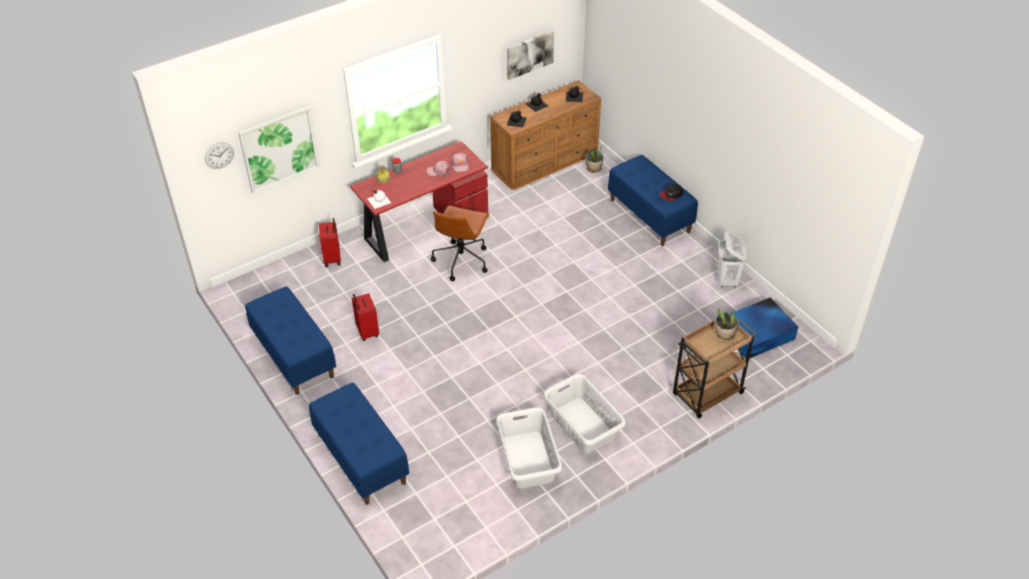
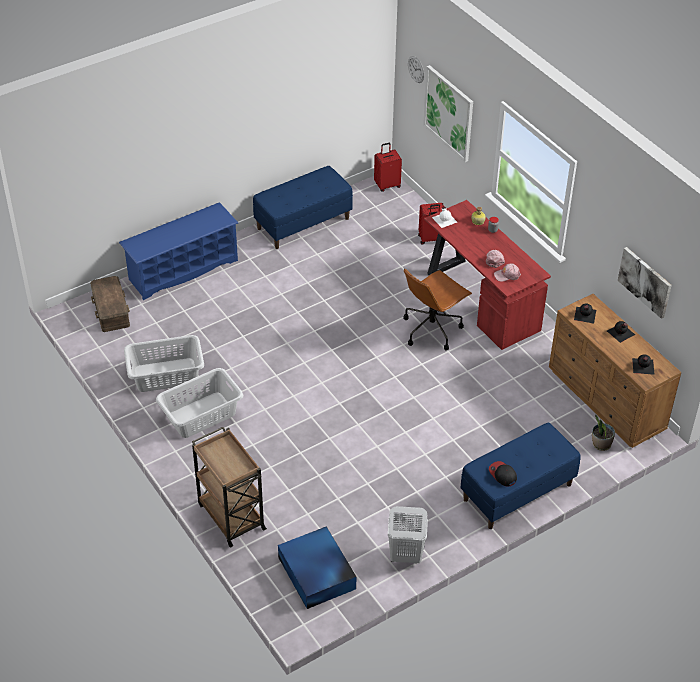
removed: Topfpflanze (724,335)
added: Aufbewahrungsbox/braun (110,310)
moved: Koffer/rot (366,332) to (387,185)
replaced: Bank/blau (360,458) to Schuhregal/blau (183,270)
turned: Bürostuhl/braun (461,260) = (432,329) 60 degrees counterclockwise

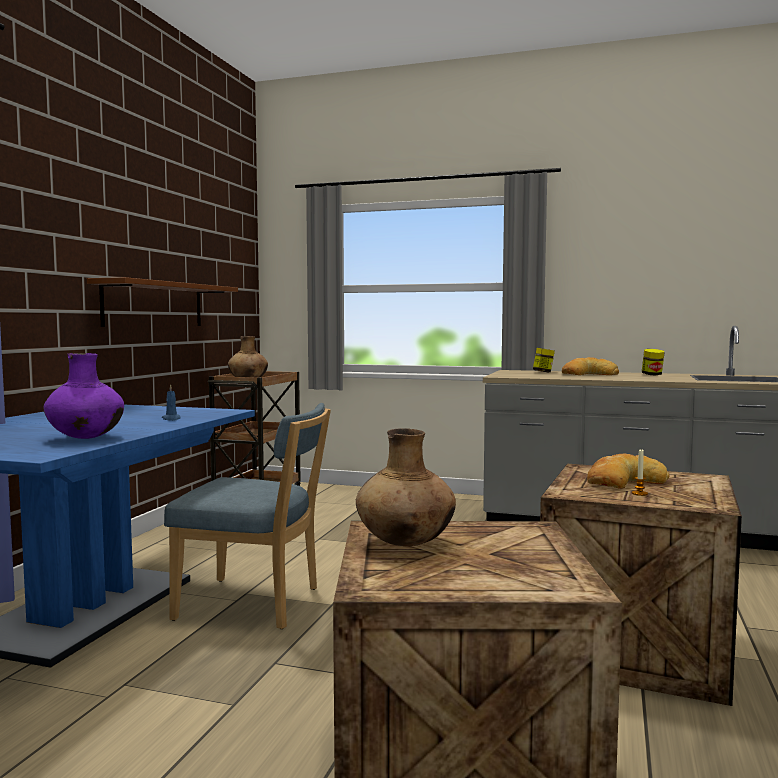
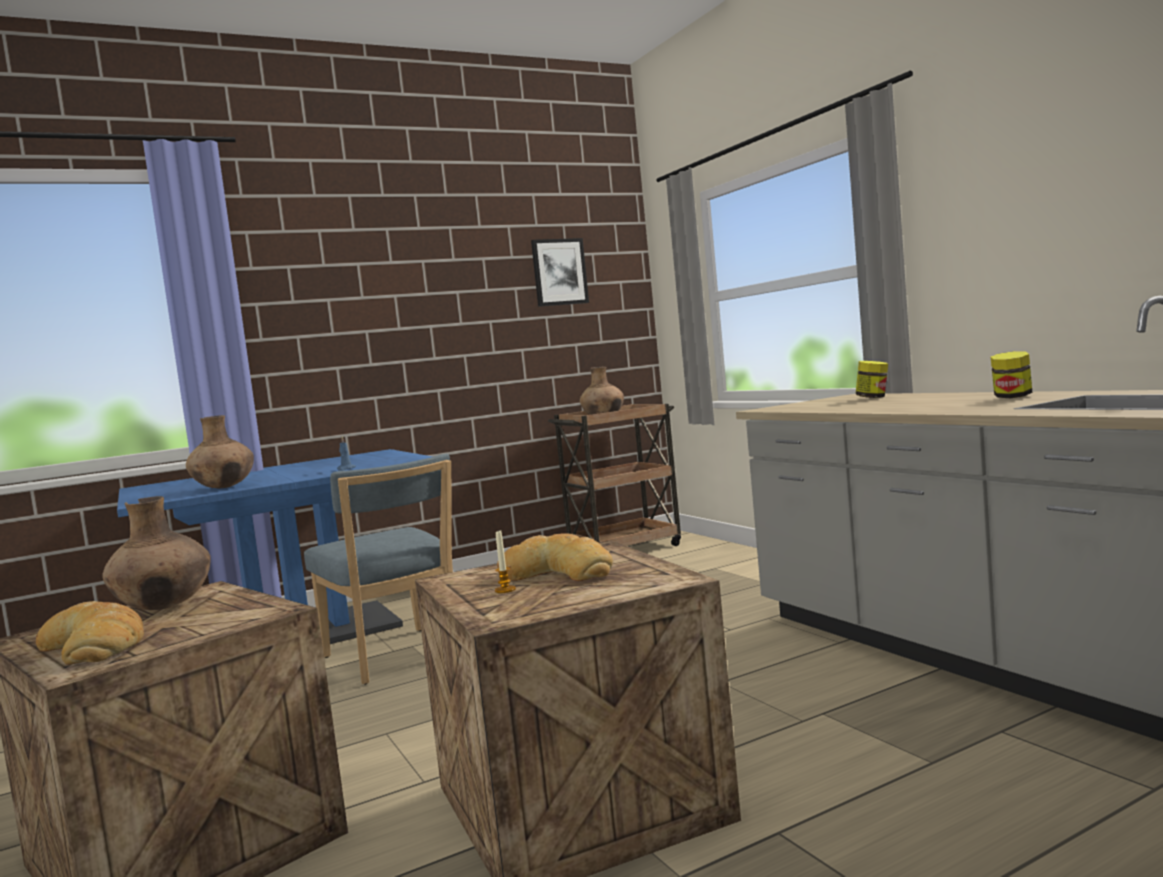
removed: Wandregal/braun (154,305)
added: Bild (559,272)
moved: Brot (588,374) to (95,646)
recoloured: Vase/lila (85,438) to Vase/braun (224,487)

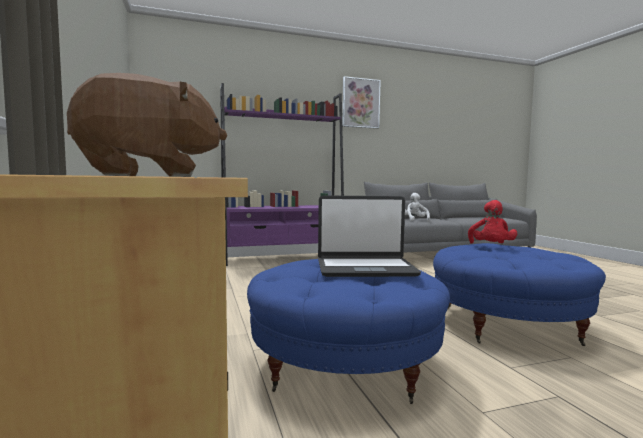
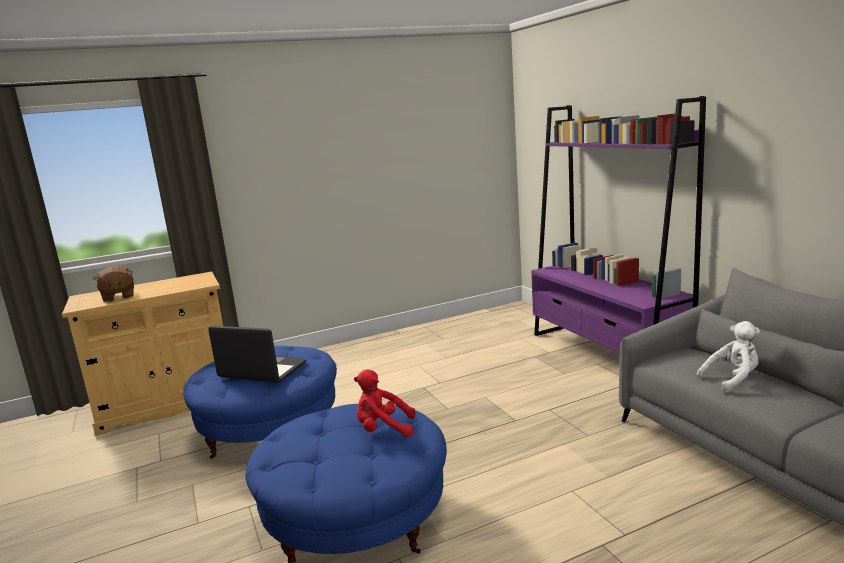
removed: Bild (360,103)
turned: Laptop (365,268) = (262,371) 120 degrees clockwise

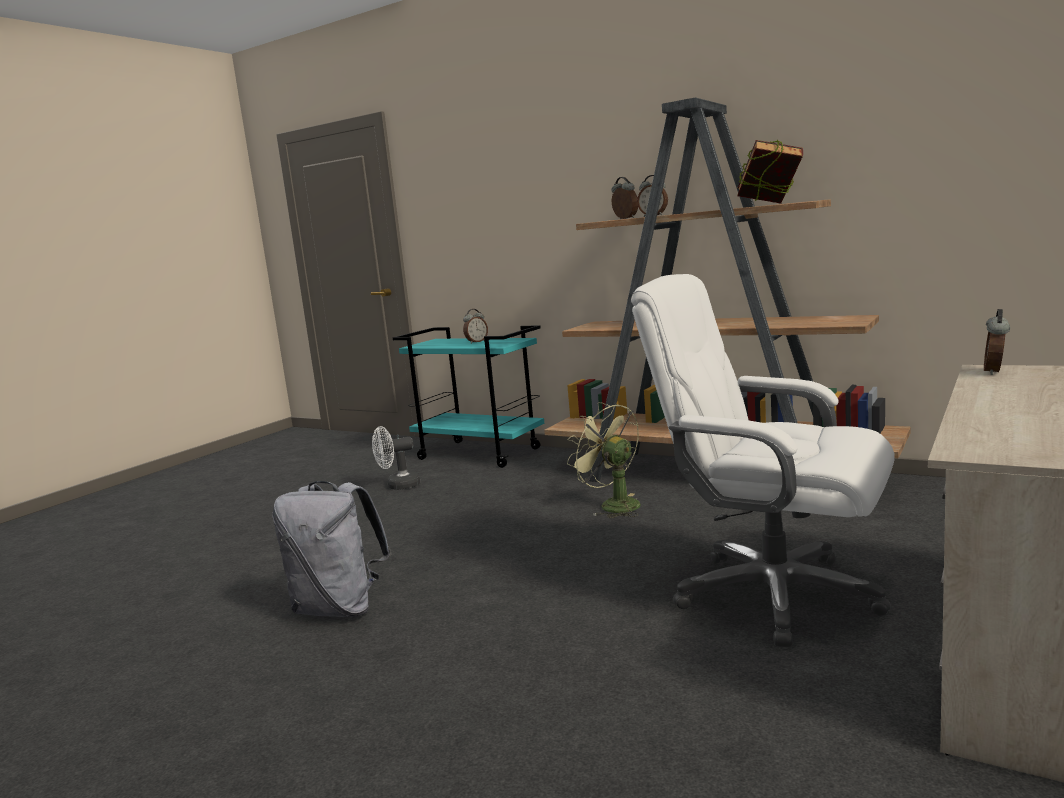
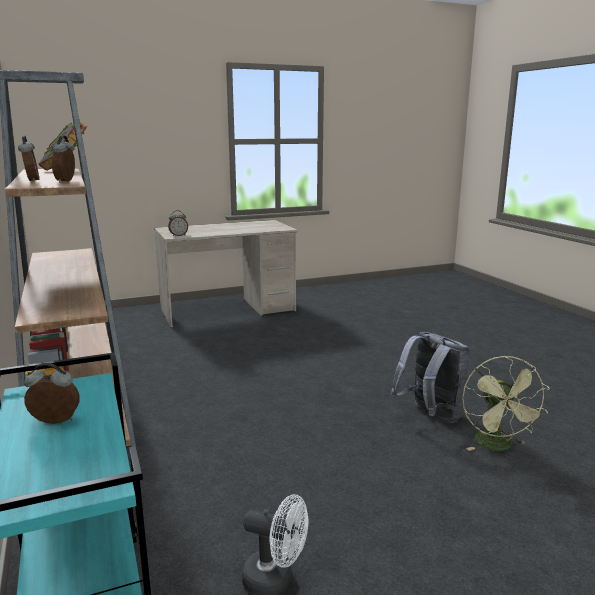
removed: Bürostuhl/weiß (773,595)
moved: Ventilator/grün (612,505) to (498,446)

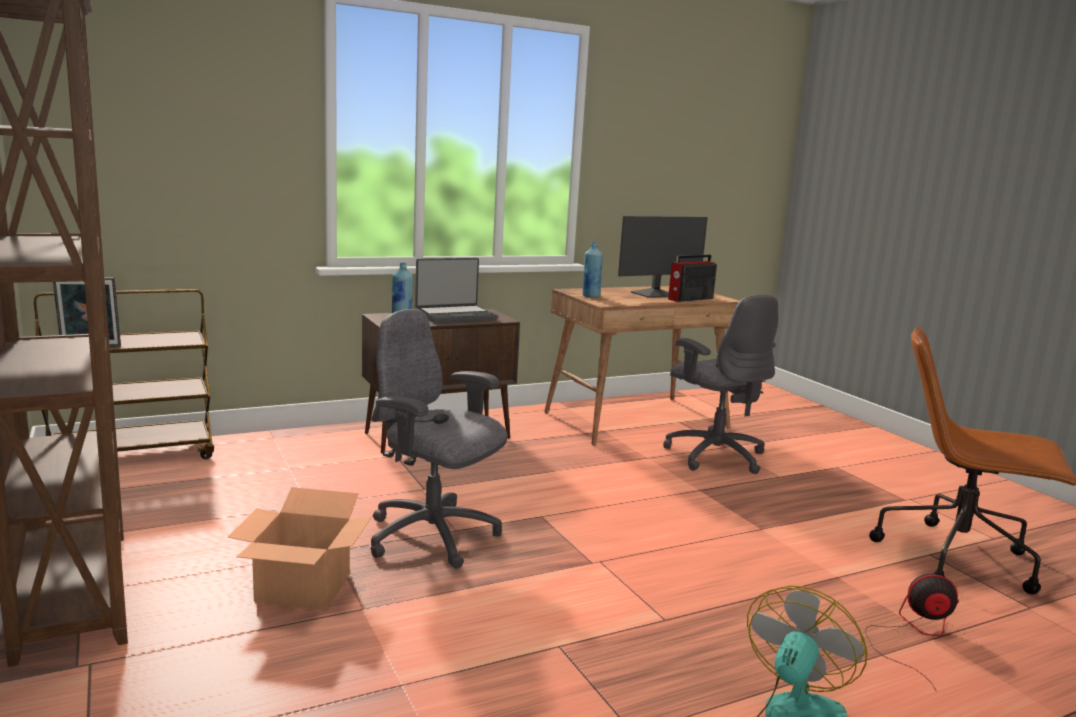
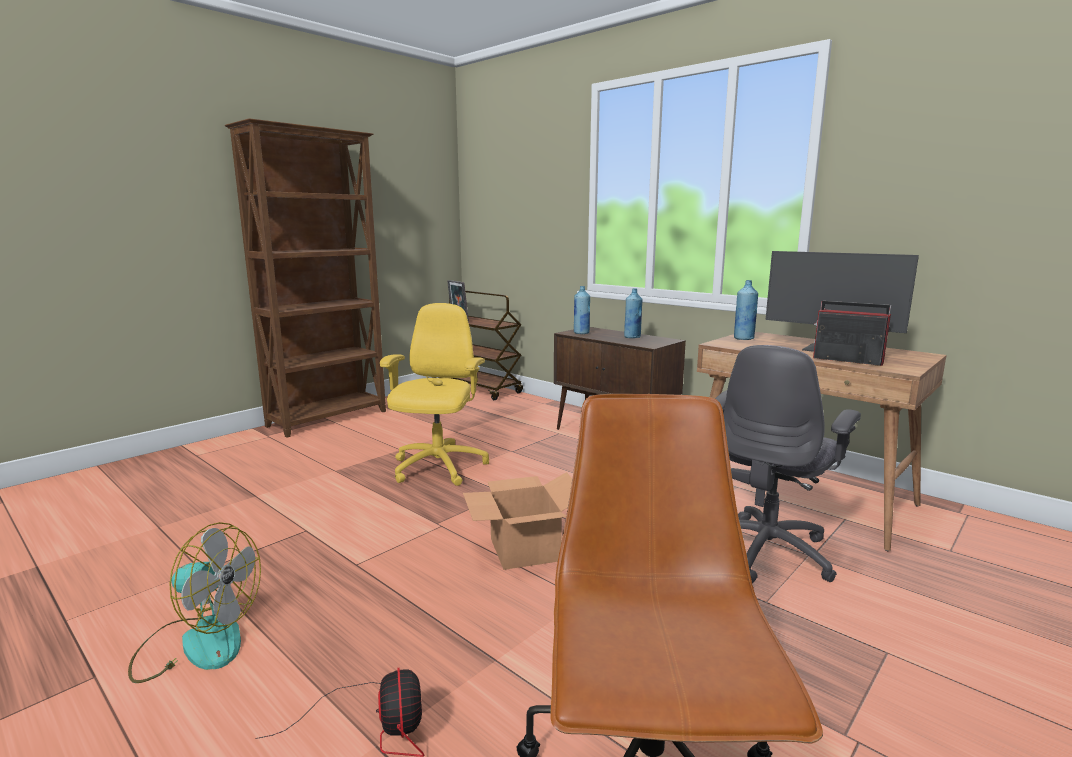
moved: Karton (305,588) to (525,550)
replaced: Laptop (455,315) to Flasche/blau (632,337)
recoloured: Bürostuhl/grau (433,537) to Bürostuhl/gelb (438,468)

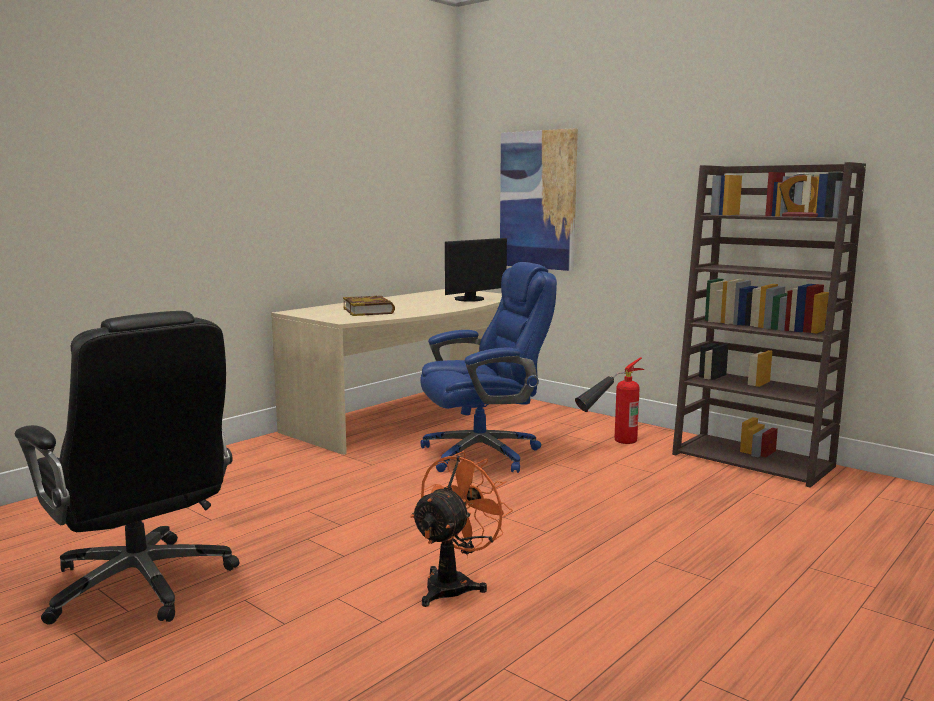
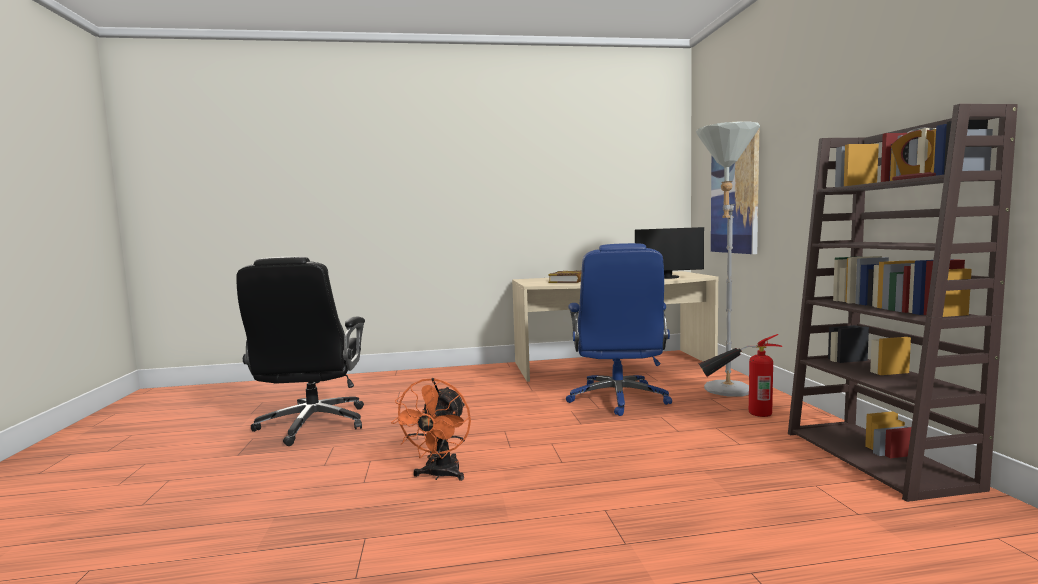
added: Stehlampe/grau (725,392)
turned: Bürostuhl/blau (483,454) = (618,399) 75 degrees clockwise; Ventilator/orange (455,584) = (440,475) 120 degrees clockwise

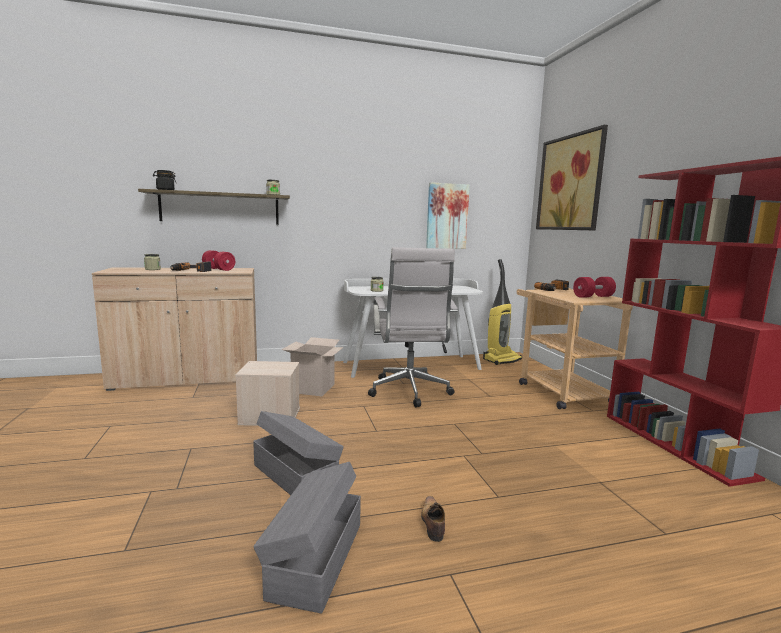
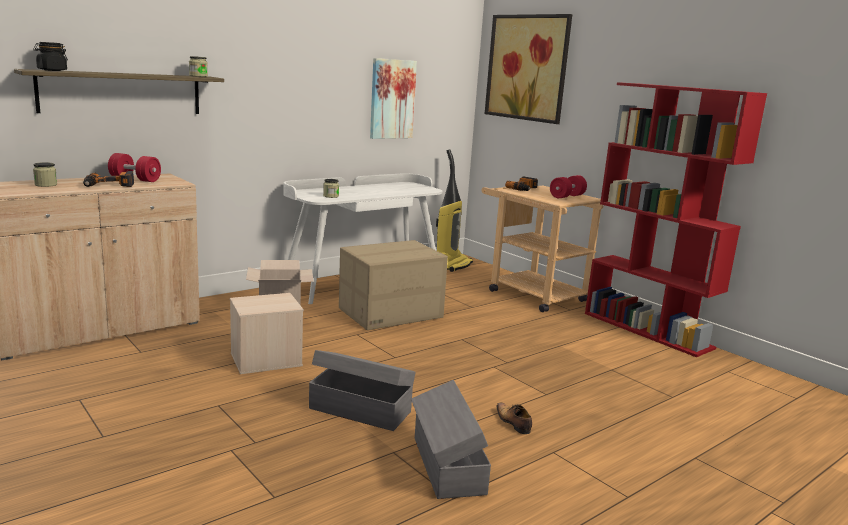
replaced: Bürostuhl/weiß (410,392) to Karton (390,313)

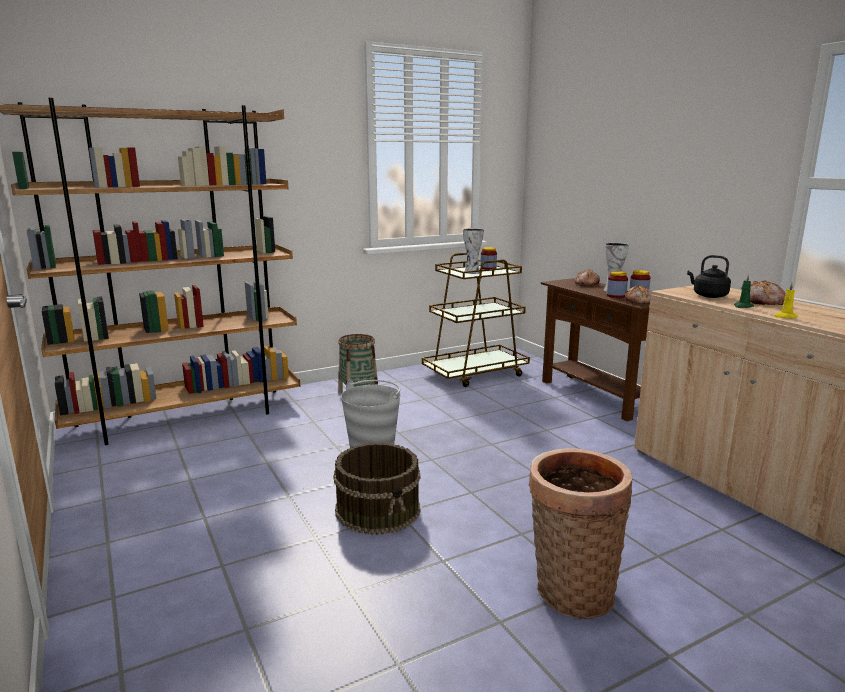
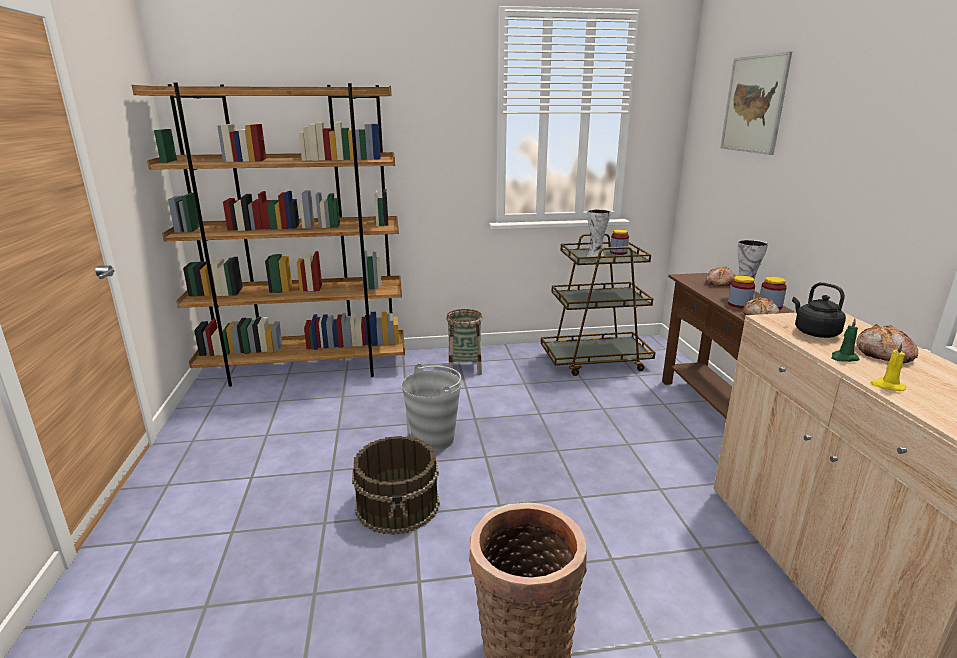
added: Bild (754,104)

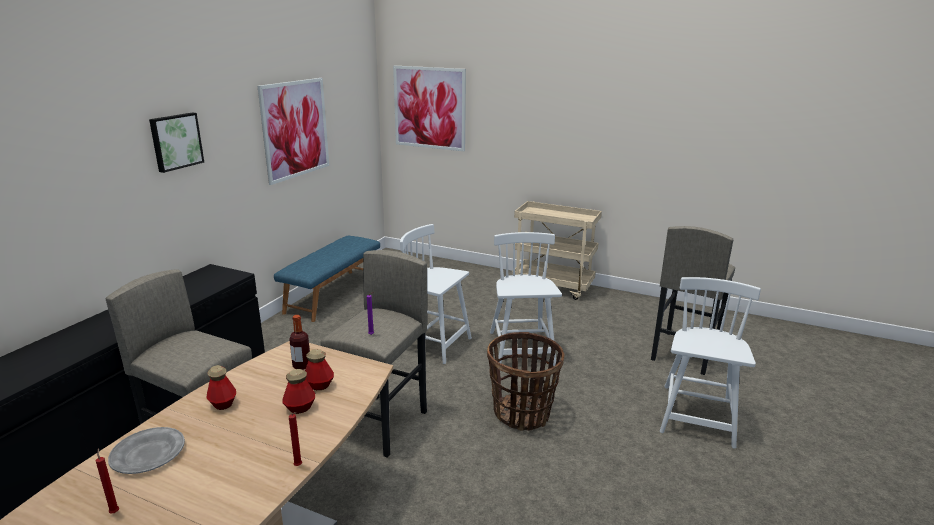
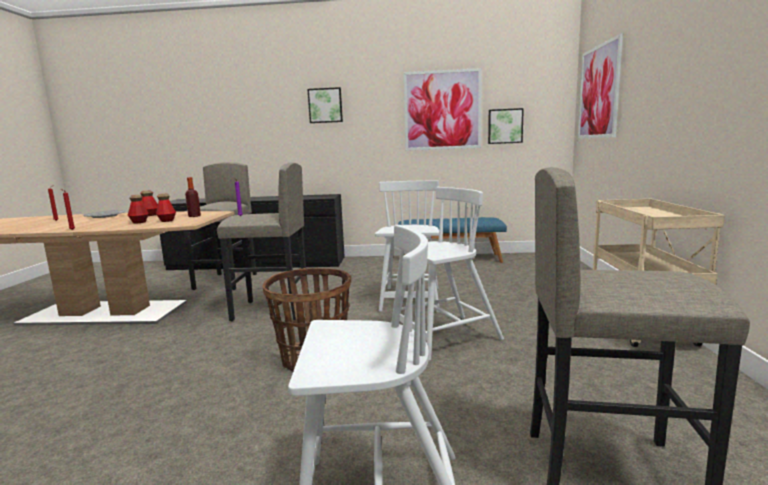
added: Bild (505,126)

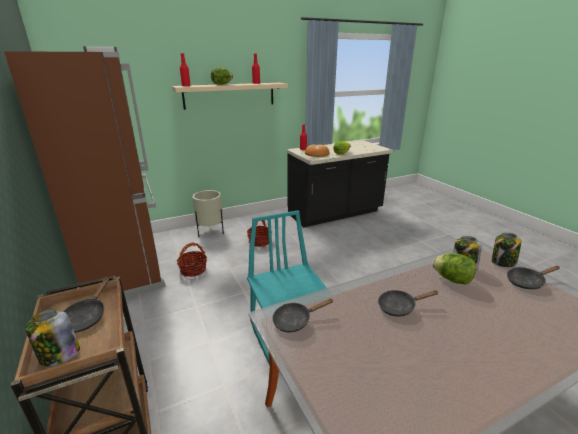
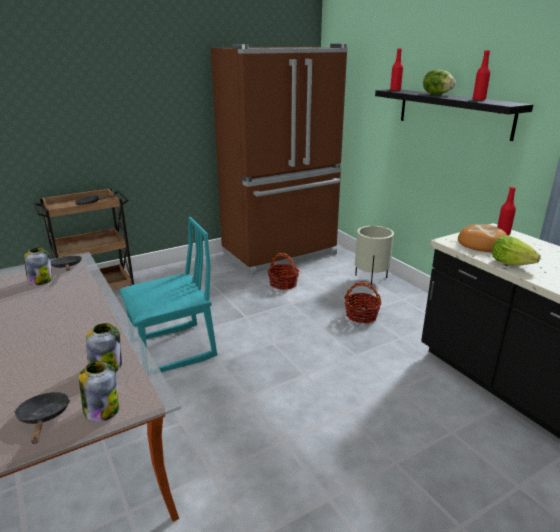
removed: Salatkopf (452,279); Pfanne/schwarz (399,307)
moved: Vorratsglas (59,355) to (40,280)
recoloured: Wandregal/beige (229,95) to Wandregal/schwarz (453,112)

